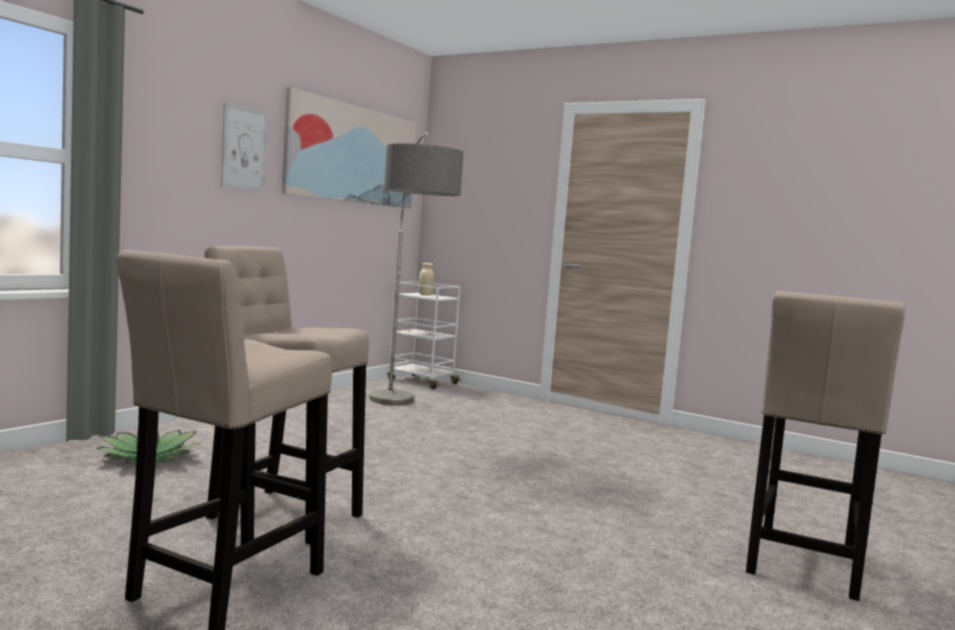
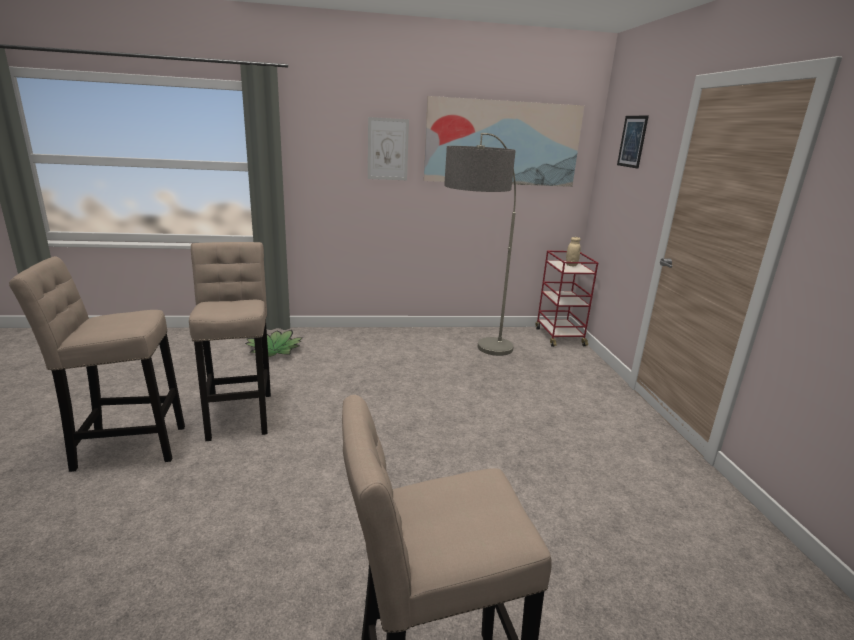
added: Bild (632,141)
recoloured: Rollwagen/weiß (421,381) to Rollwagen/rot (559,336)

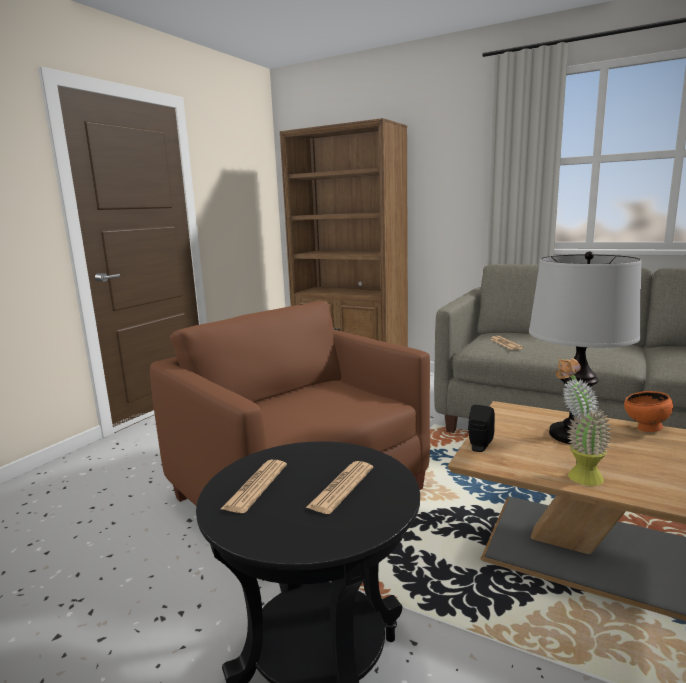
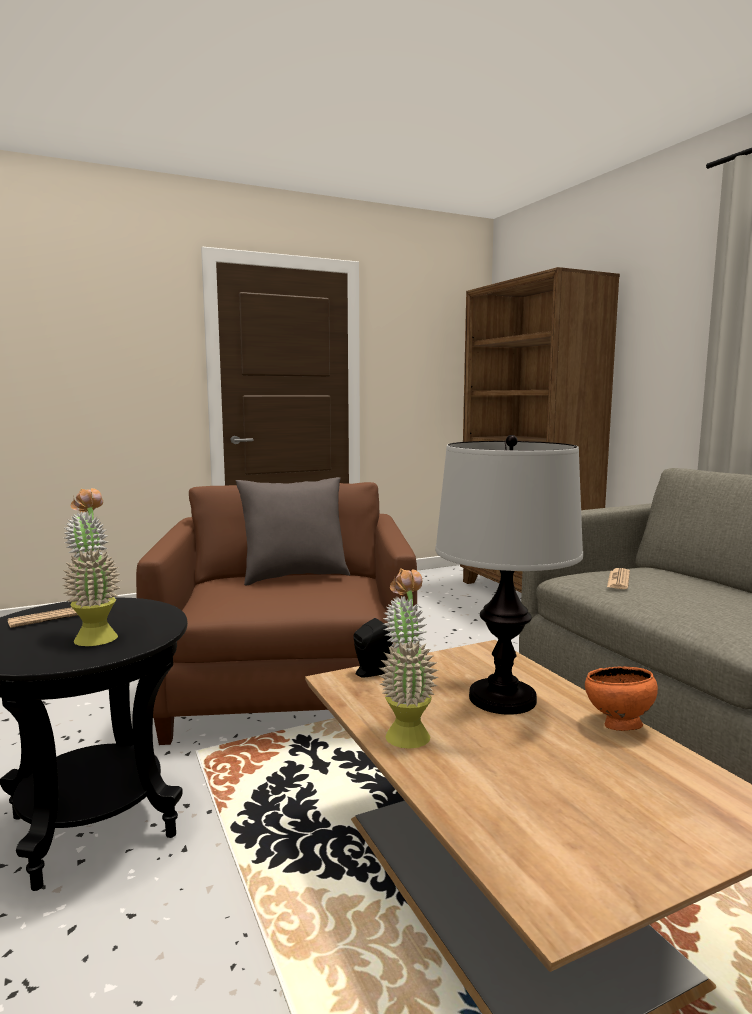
added: Kissen/grau (294,577)
replaced: Zeitung (341,487) to Topfpflanze (95,635)

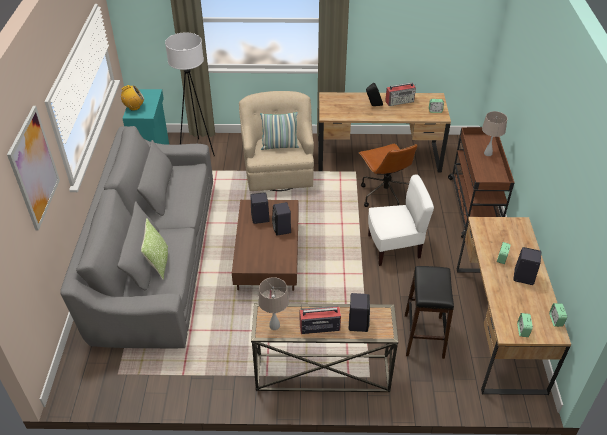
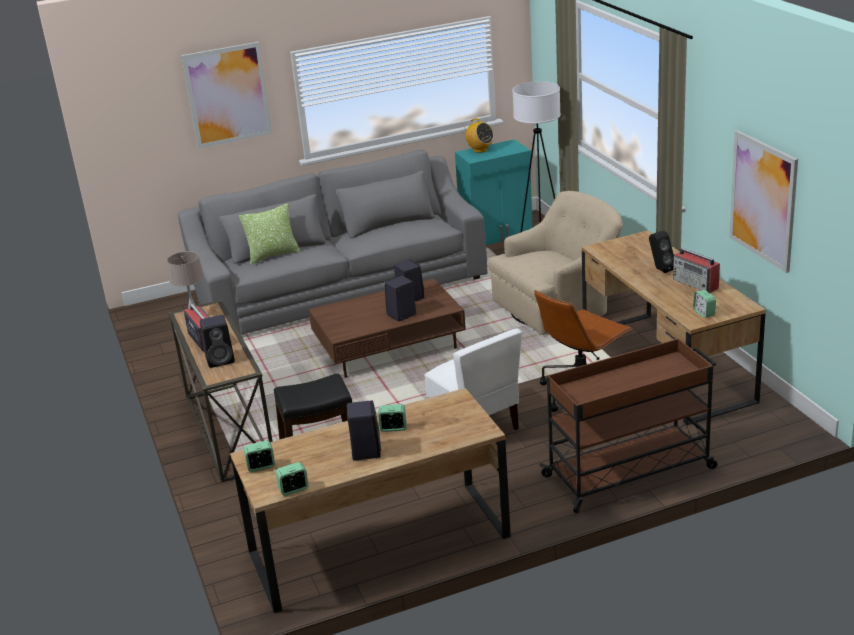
removed: Tischlampe/beige (488,153); Kissen (279,146)
added: Bild (763,200)

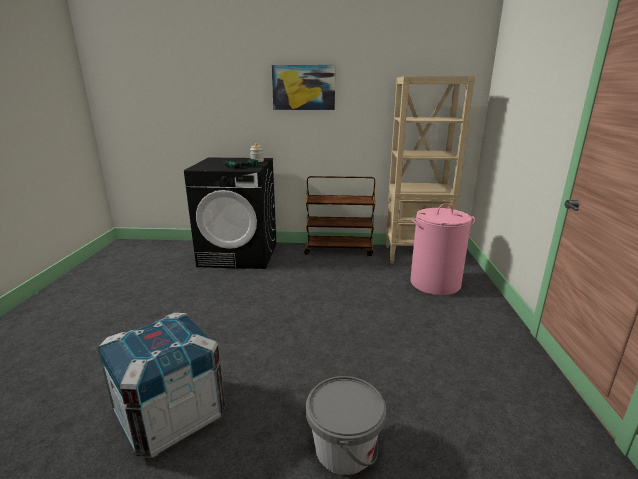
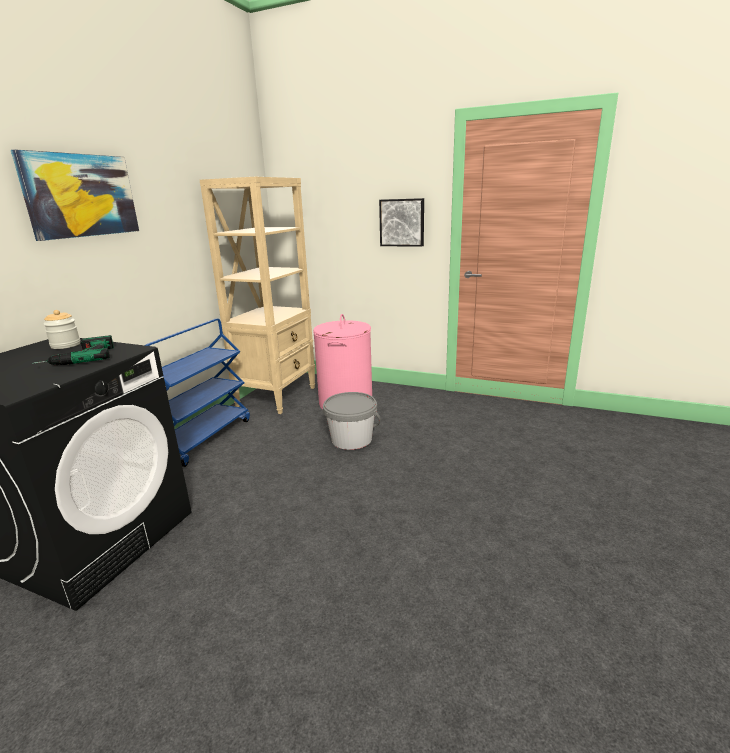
removed: Kiste (170,415)
added: Bild (402,222)
moved: Eimer/grau (344,448) to (351,439)
recoloured: Rollwagen/braun (339,249) to Rollwagen/blau (203,437)

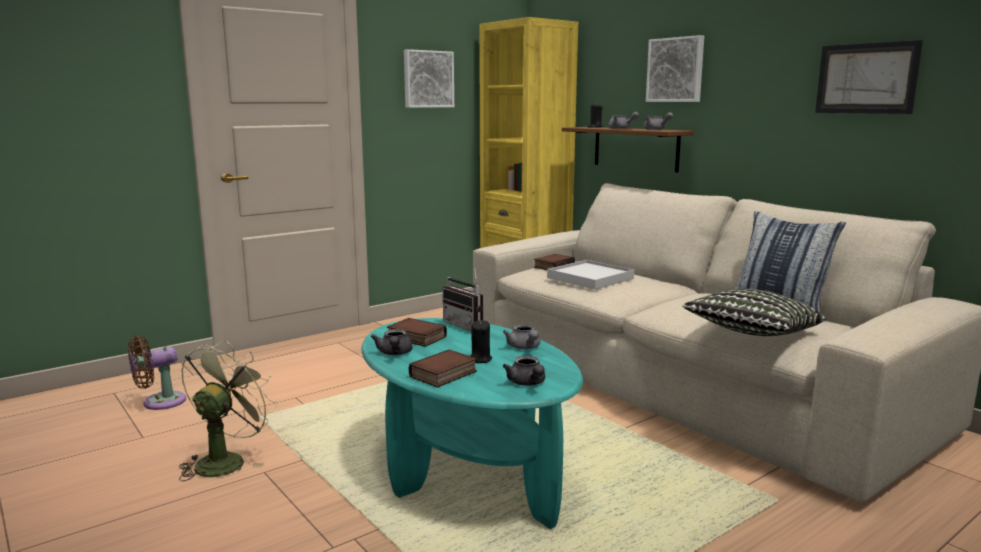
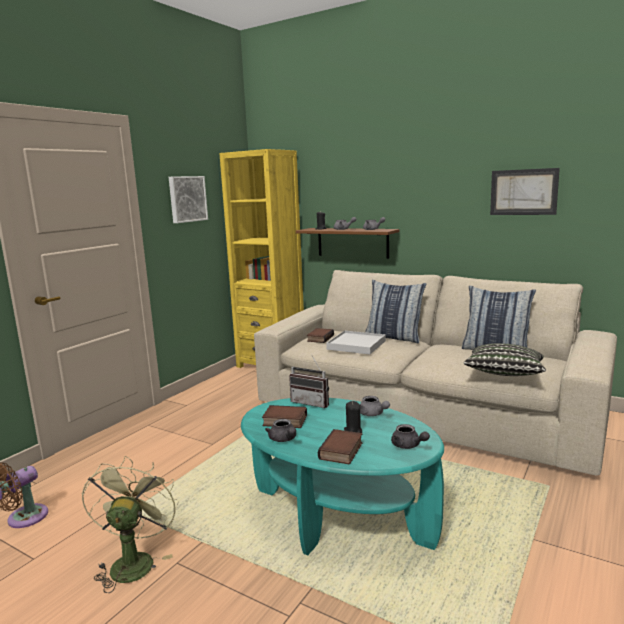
removed: Bild (676,70)
added: Kissen (394,338)

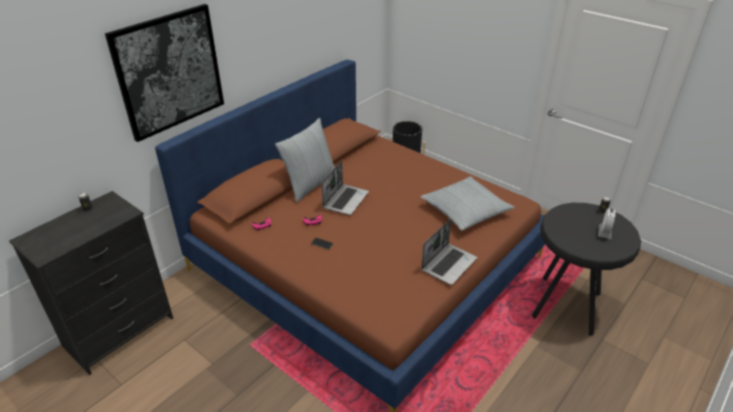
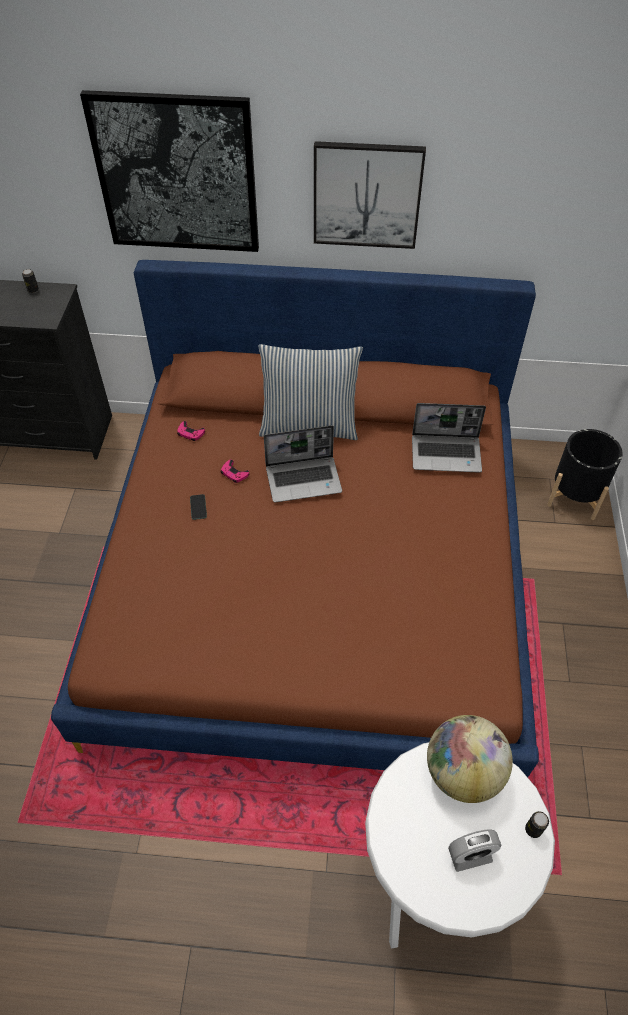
removed: Kissen (465,210)
added: Bild (367,195); Globus (463,772)
moved: Laptop (449,264) to (447,454)
recoloured: Hocker/schwarz (567,305) to Hocker/weiß (435,881)

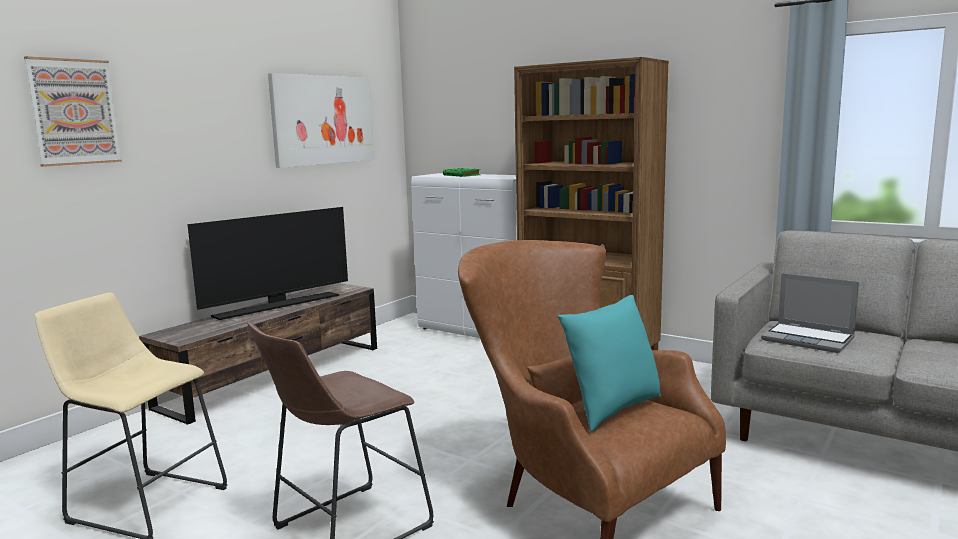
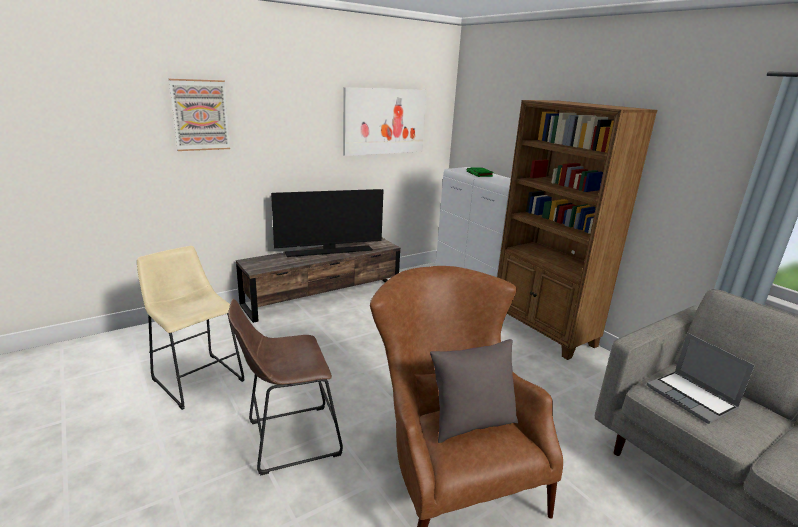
recoloured: Kissen/türkis (611,409) to Kissen/grau (471,424)

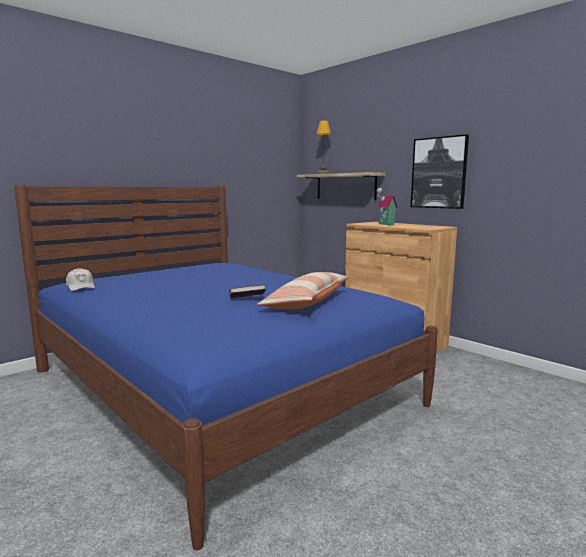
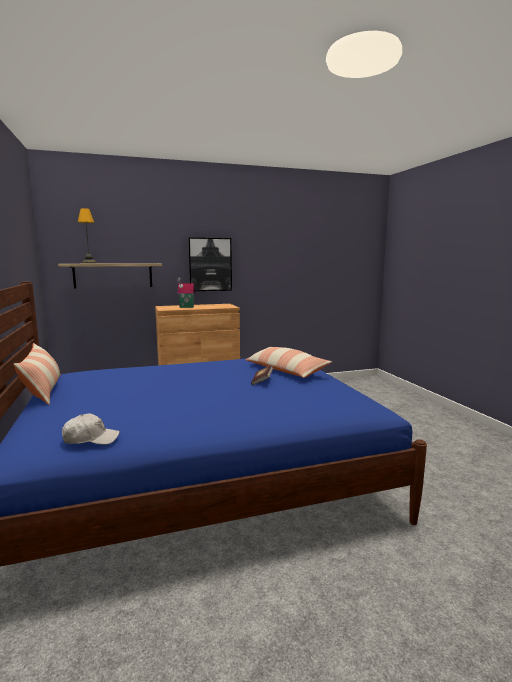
added: Kissen (43,390)

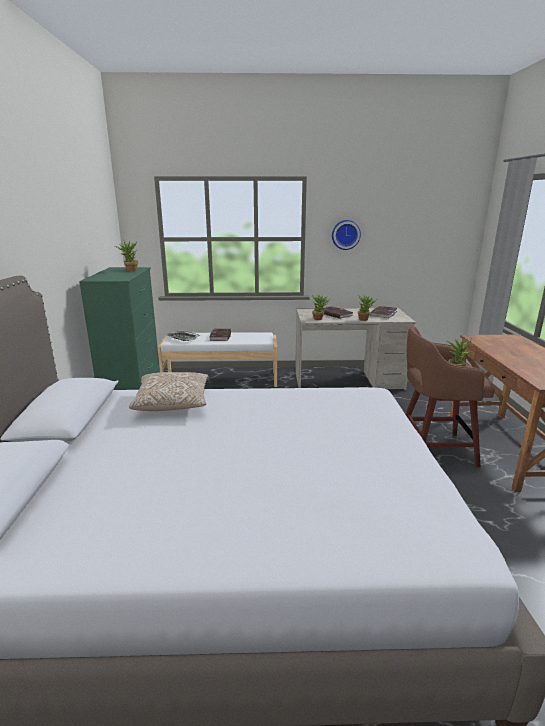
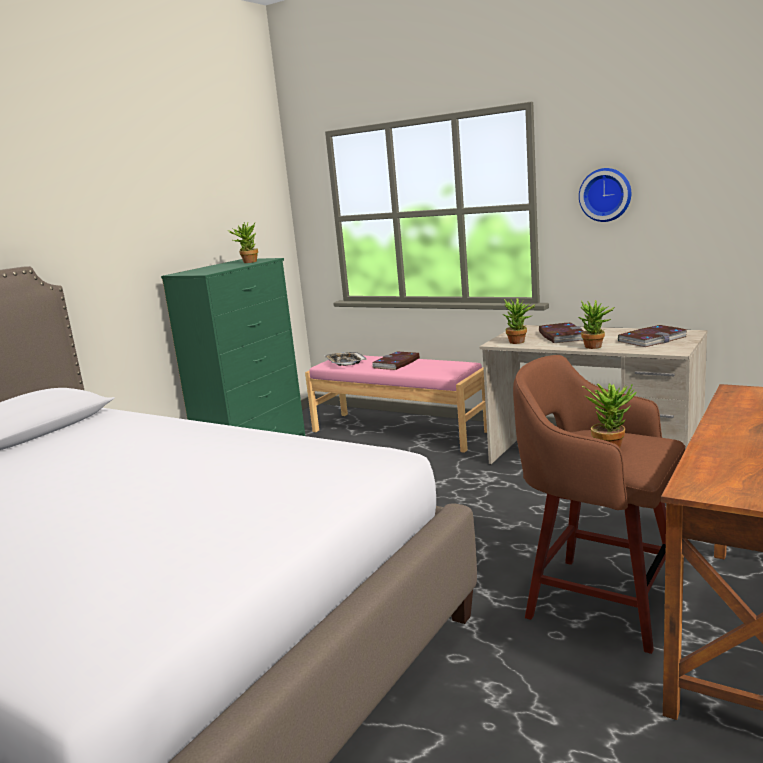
removed: Kissen (173,403)
recoloured: Bank/weiß (221,379) to Bank/rosa (399,431)

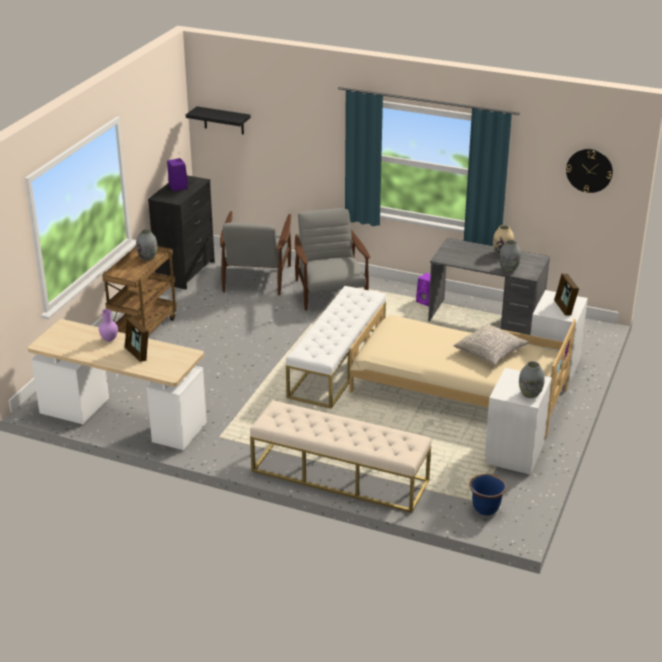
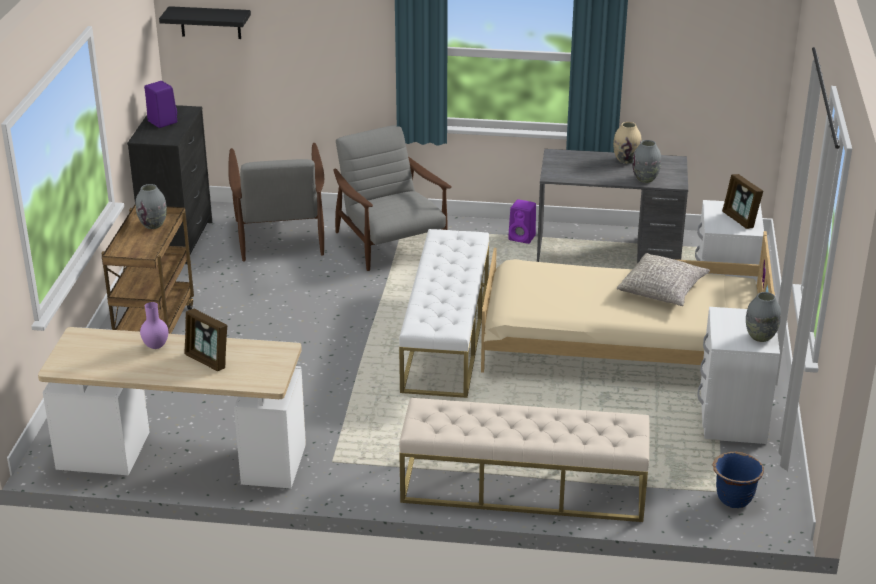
removed: Wanduhr (589,170)

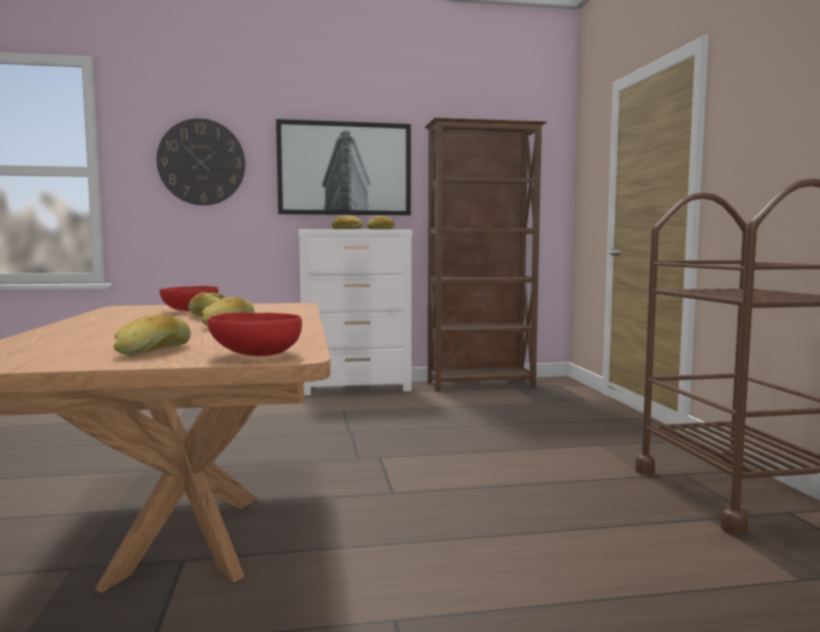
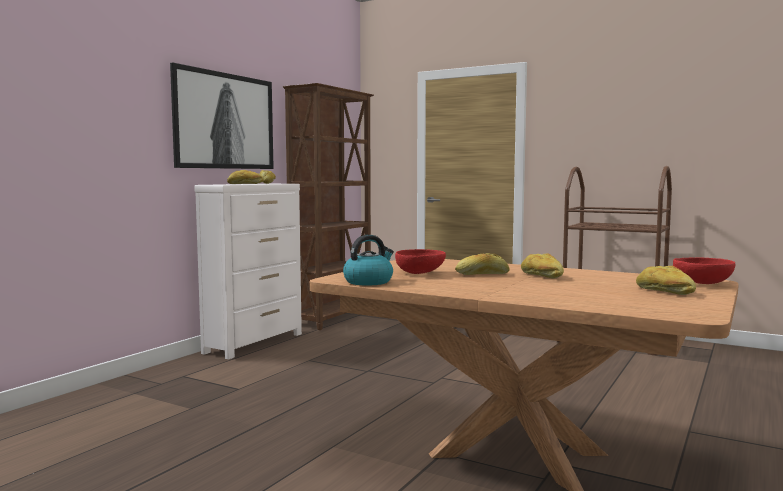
removed: Wanduhr (201,162)
added: Wasserkessel (369,282)

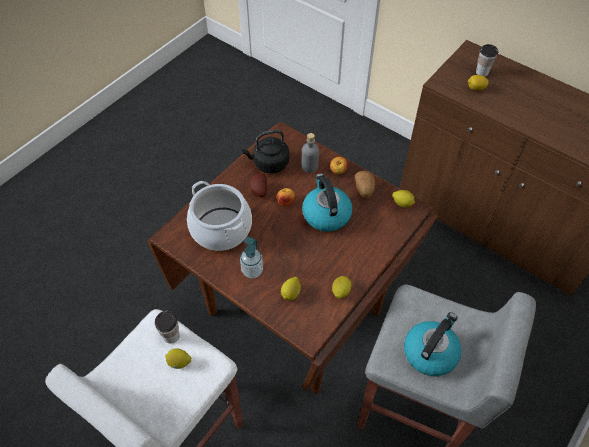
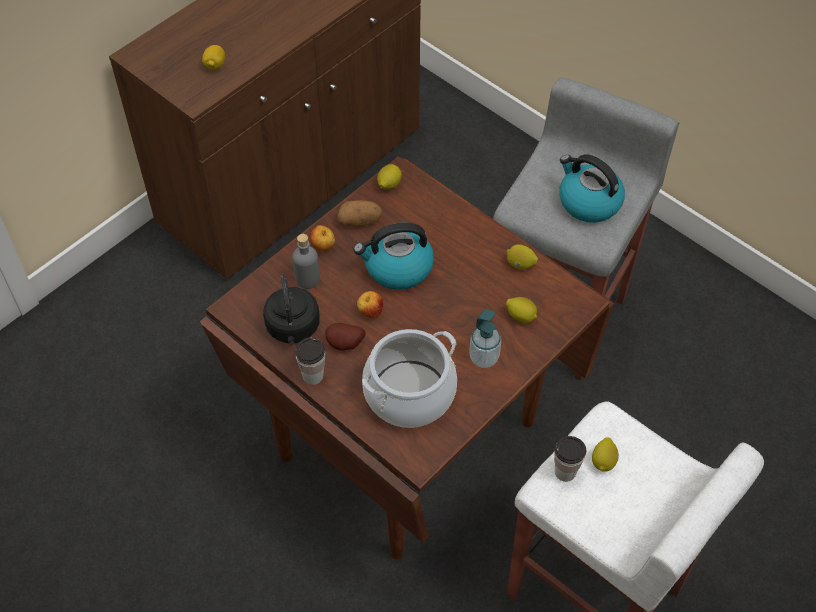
moved: Tasse (482,72) to (313,375)

